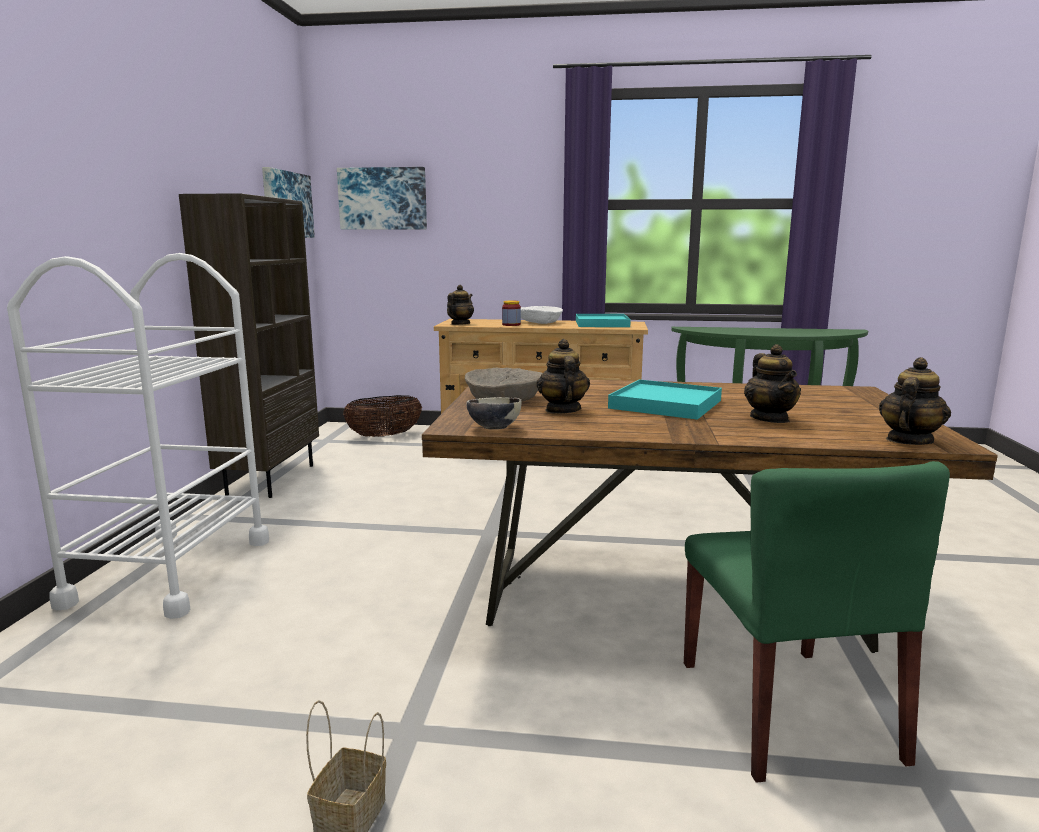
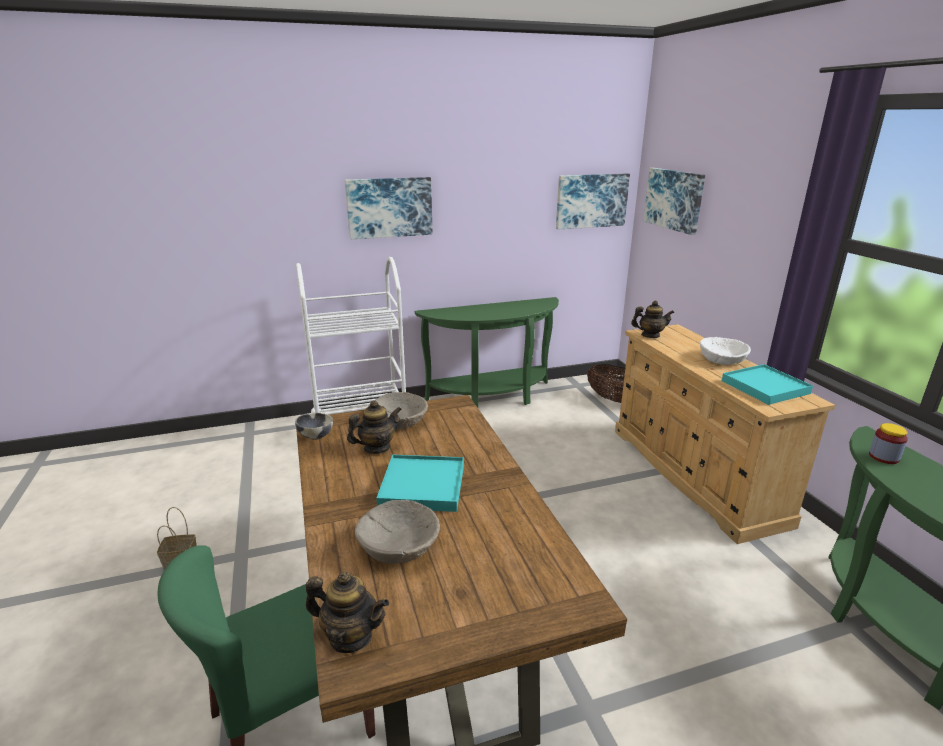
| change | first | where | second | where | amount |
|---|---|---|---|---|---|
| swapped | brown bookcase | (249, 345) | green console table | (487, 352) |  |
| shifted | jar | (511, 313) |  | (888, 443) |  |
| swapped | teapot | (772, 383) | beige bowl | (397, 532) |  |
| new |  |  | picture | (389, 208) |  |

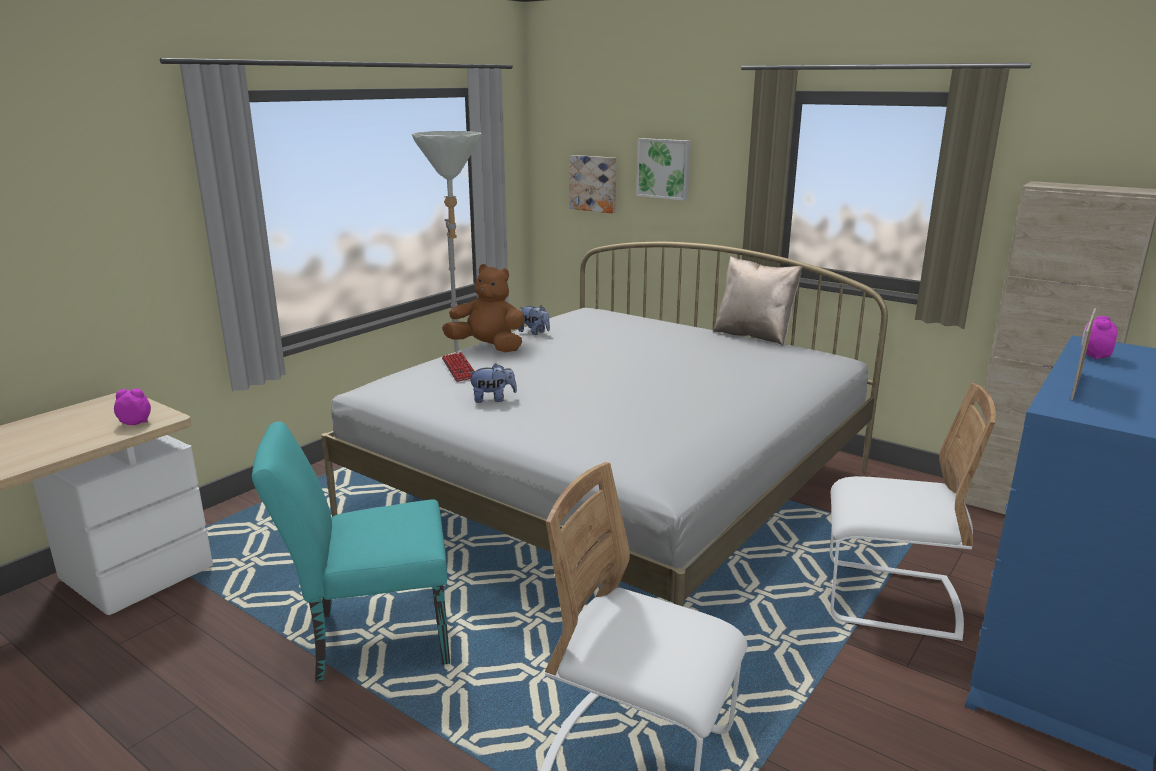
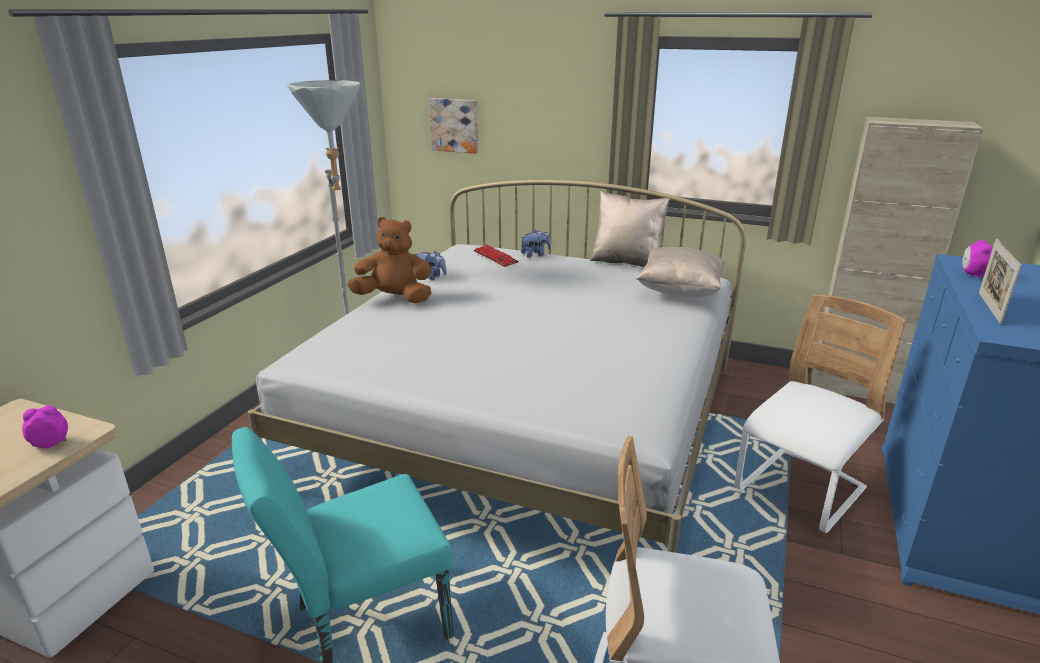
| change | first | where | second | where | amount |
|---|---|---|---|---|---|
| shifted | keyboard | (458, 367) |  | (496, 256) |  |
| shifted | plush toy | (492, 383) |  | (535, 243) |  |
| gone | picture | (663, 169) |  |  |  |
| rotated | white chair | (913, 512) |  | (820, 413) | 45 degrees counterclockwise |
| new |  |  | beige pillow | (680, 272) |  |

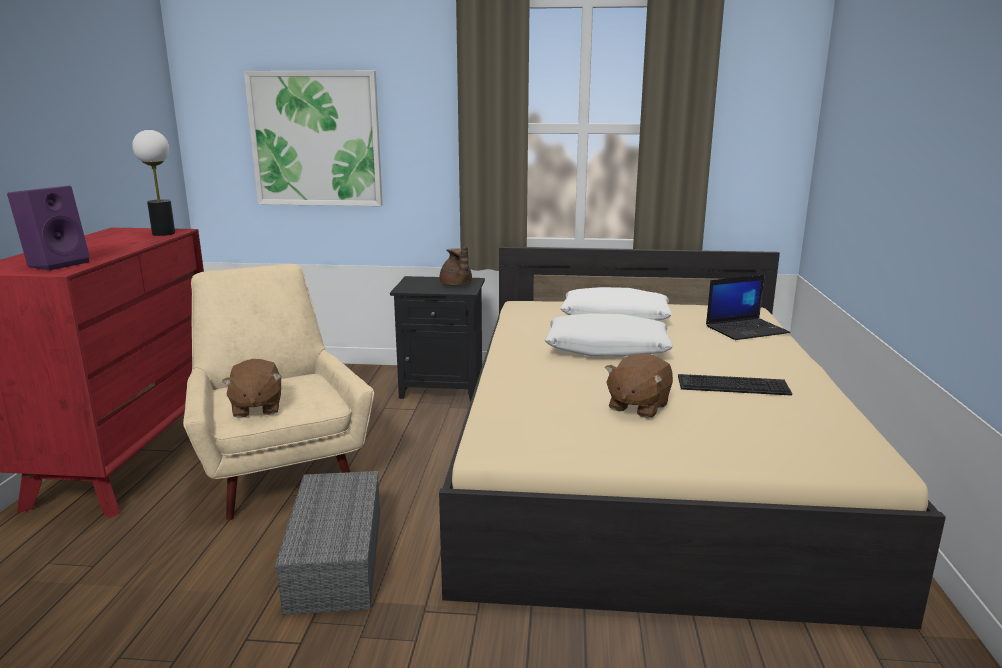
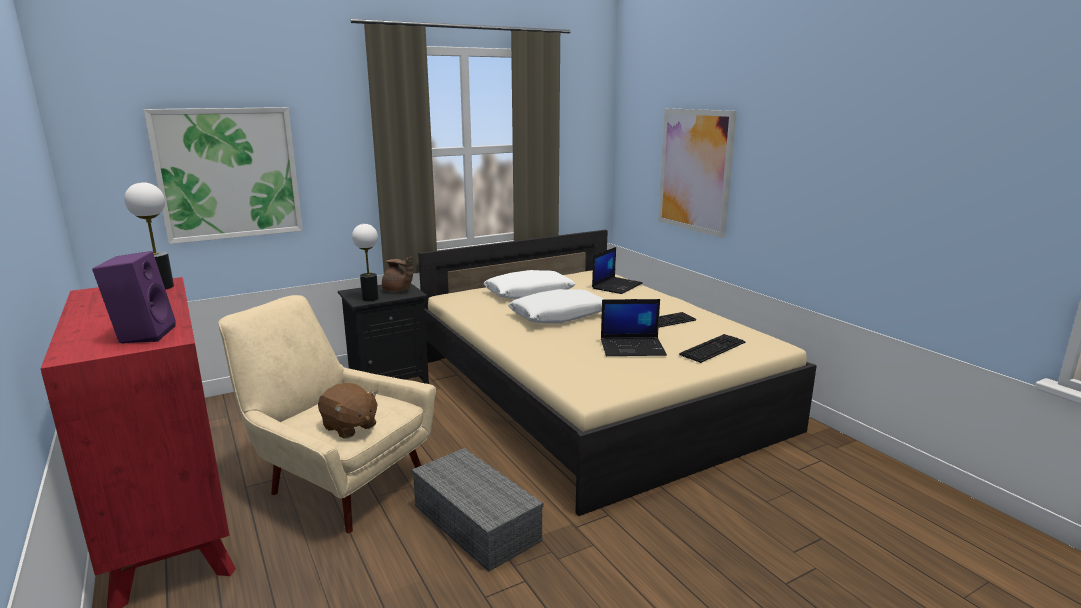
| change | first | where | second | where | amount |
|---|---|---|---|---|---|
| swapped | brown plush toy | (639, 385) | laptop | (634, 327) |  |
| new |  |  | table lamp | (365, 262) |  |
| new |  |  | picture | (697, 173) |  |
| new |  |  | keyboard | (712, 348) |  |

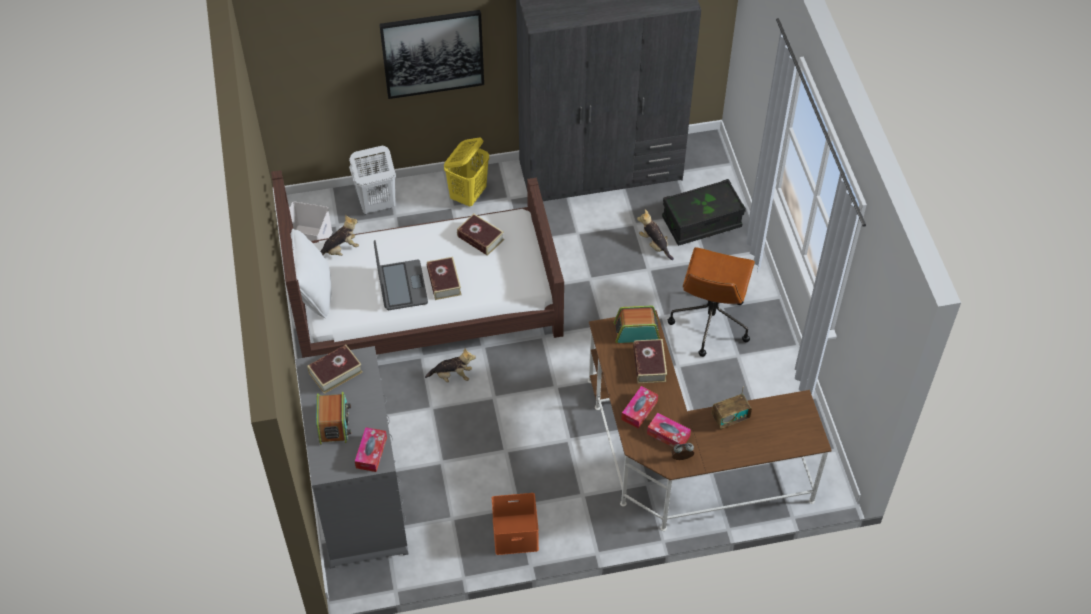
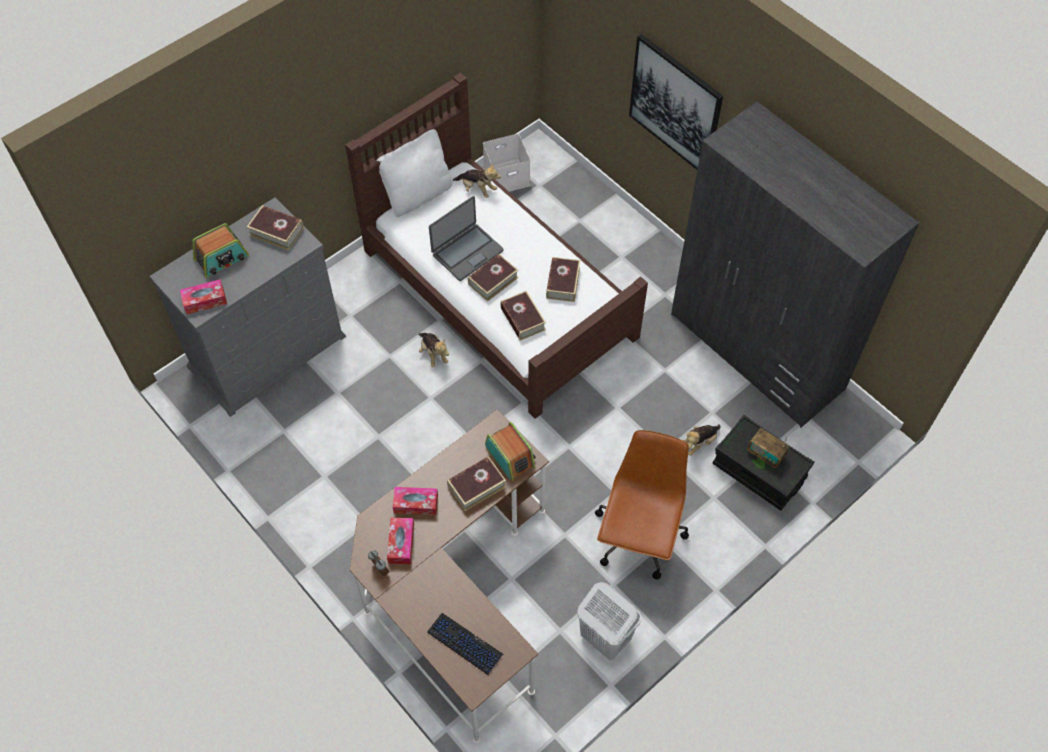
| change | first | where | second | where | amount |
|---|---|---|---|---|---|
| shifted | white laundry basket | (372, 180) |  | (609, 621) |  |
| gone | yellow laundry basket | (466, 172) |  |  |  |
| gone | orange storage box | (515, 524) |  |  |  |
| rotated | plush toy | (655, 234) |  | (702, 440) | 150 degrees counterclockwise |
| rotated | brown office chair | (711, 302) |  | (642, 504) | 120 degrees clockwise |
| shifted | radio | (732, 408) |  | (768, 448) |  |
| new |  |  | keyboard | (465, 644) |  |
| new |  |  | book | (523, 316) |  |

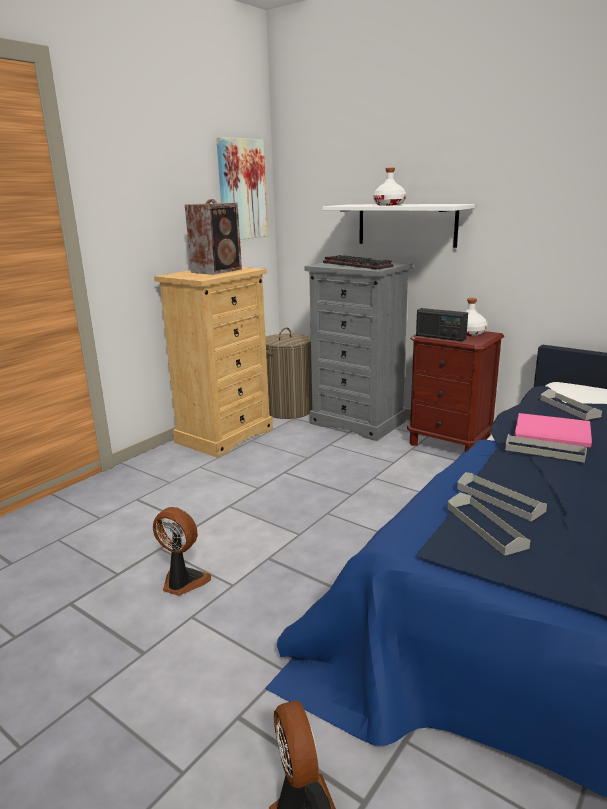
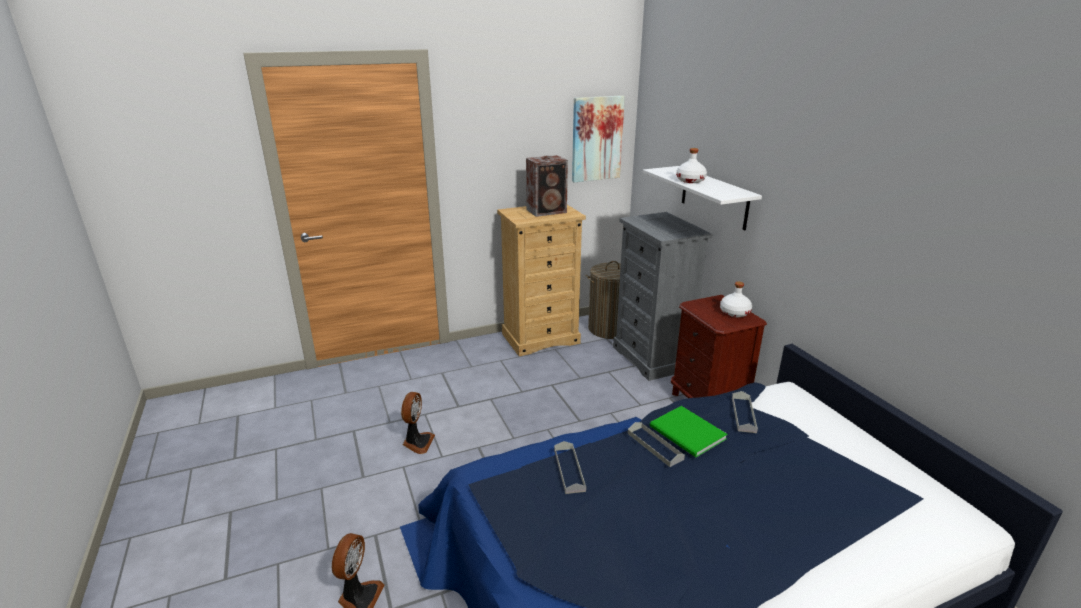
| change | first | where | second | where | amount |
|---|---|---|---|---|---|
| rotated | fan | (182, 551) |  | (418, 423) | 45 degrees clockwise |
| gone | keyboard | (358, 262) |  |  |  |
| gone | radio | (442, 324) |  |  |  |
| gone | grey tray | (488, 524) |  |  |  |
| repainted | pink book | (553, 430) | green book | (689, 431) |  |

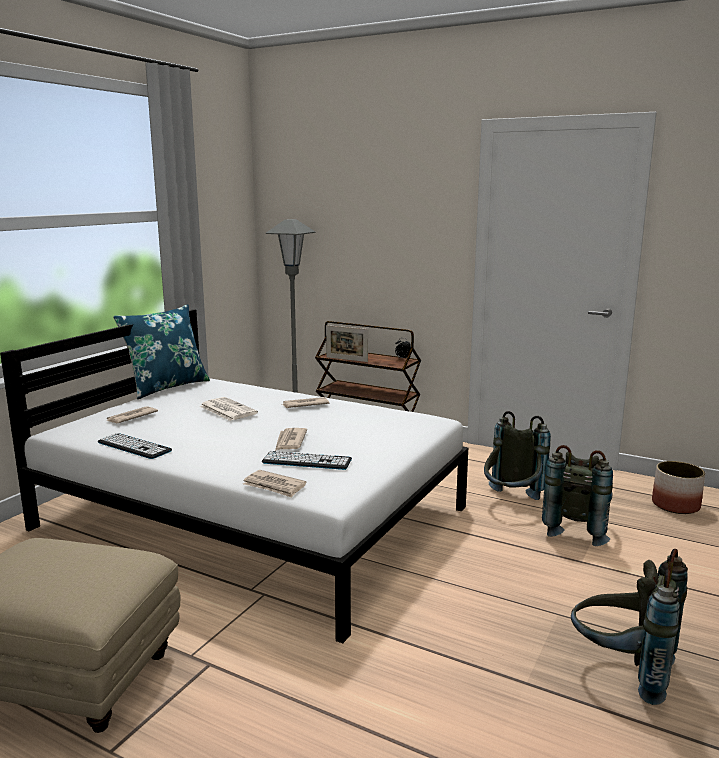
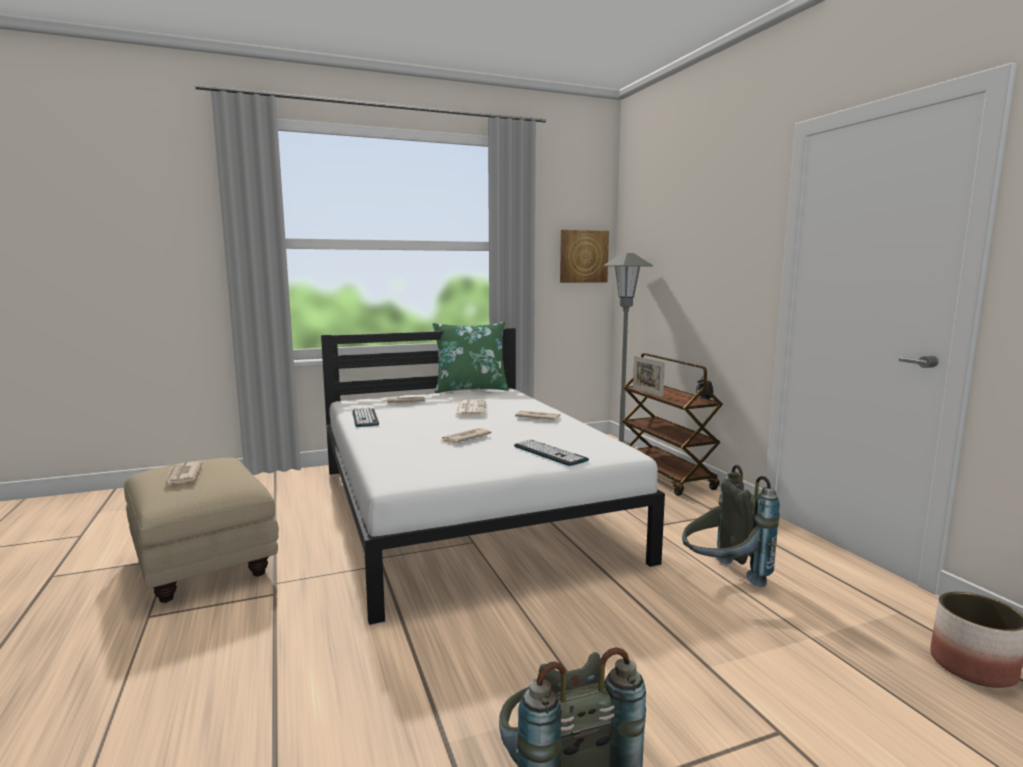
| change | first | where | second | where | amount |
|---|---|---|---|---|---|
| repainted | blue pillow | (161, 351) | green pillow | (471, 357) |  |
| shifted | newspaper | (275, 484) |  | (184, 473) |  |
| shifted | keyboard | (307, 460) |  | (551, 452) |  |
| gone | grey backpack | (577, 495) |  |  |  |
| new |  |  | picture | (584, 256) |  |

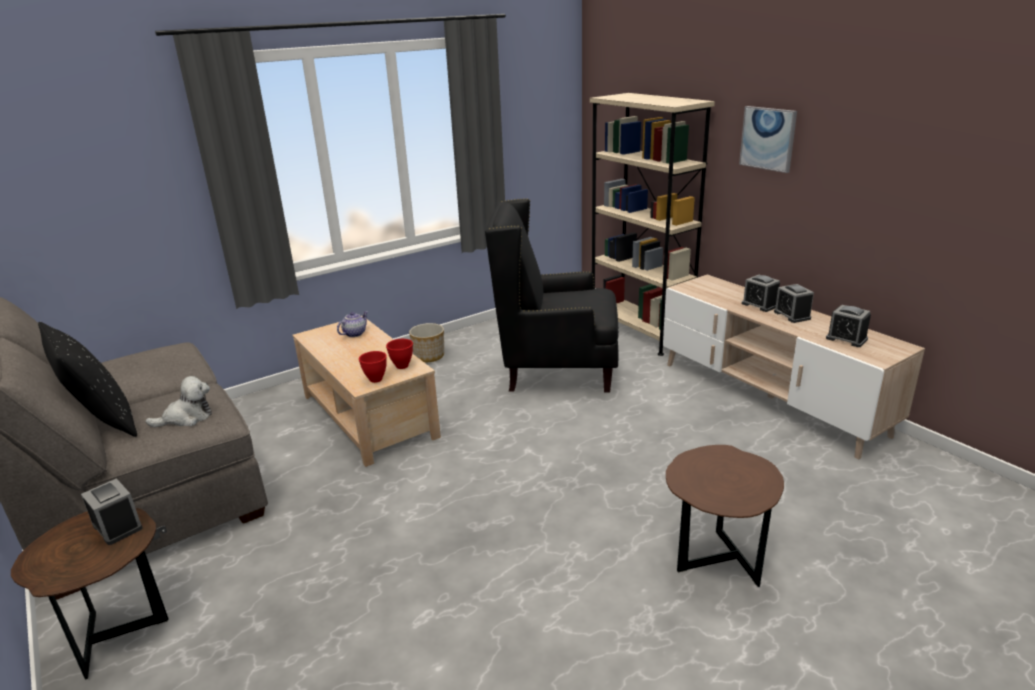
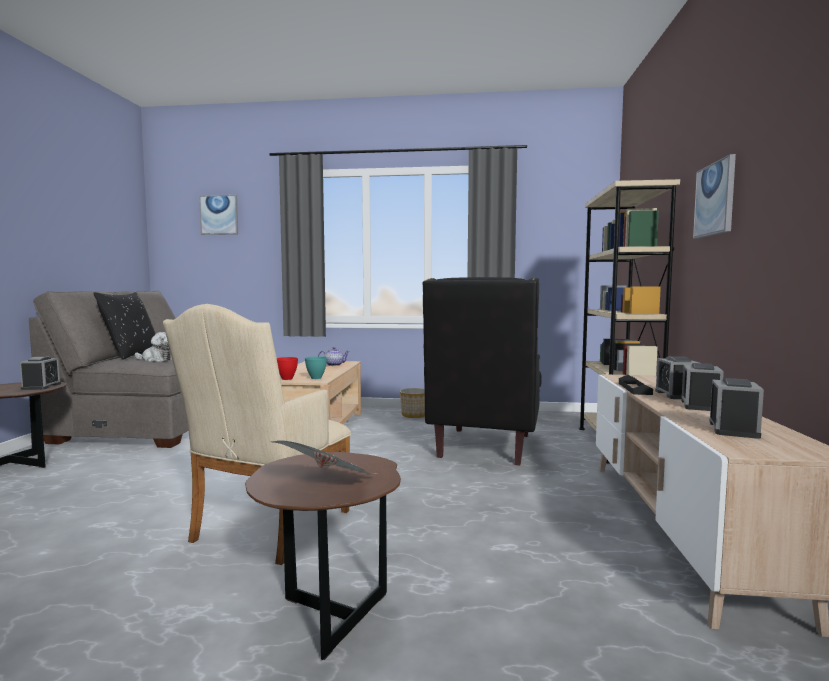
| change | first | where | second | where | amount |
|---|---|---|---|---|---|
| repainted | red bowl | (399, 354) | turquoise bowl | (316, 367) |  |
| rotated | black armchair | (552, 296) |  | (482, 371) | 120 degrees counterclockwise |
| rotated | alarm clock | (848, 326) |  | (736, 408) | 150 degrees counterclockwise |
| new |  |  | beige armchair | (257, 434) |  |
| new |  |  | picture | (218, 215) |  |
| new |  |  | newspaper | (323, 457) |  |
| new |  |  | black tray | (636, 385) |  |

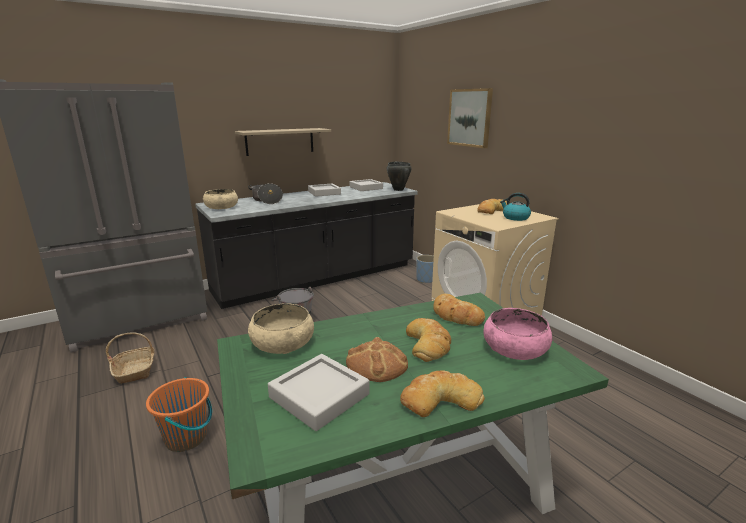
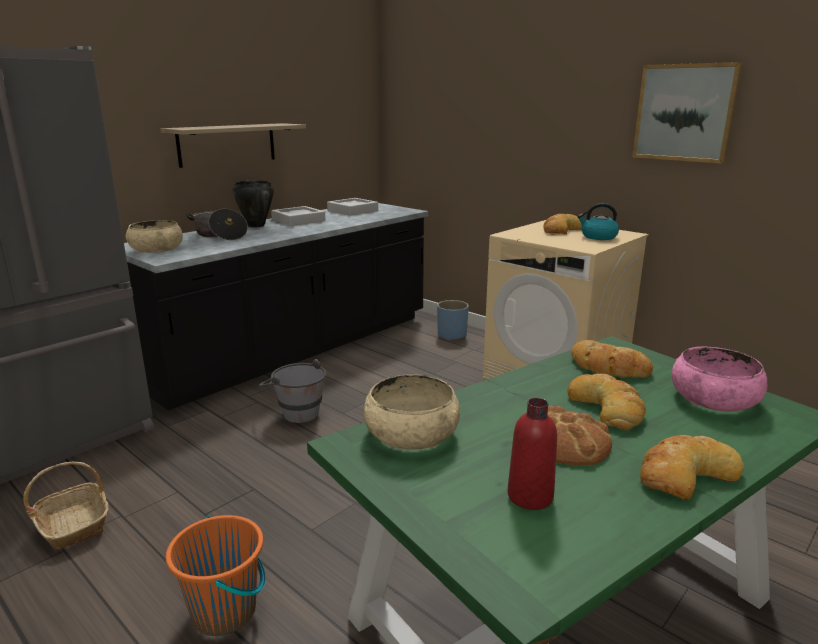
| change | first | where | second | where | amount |
|---|---|---|---|---|---|
| swapped | grey tray | (319, 392) | red bottle | (532, 454) |  |
| shifted | black cooking pot | (399, 176) |  | (253, 203) |  |
| shifted | picture | (470, 118) |  | (687, 113) |  |

